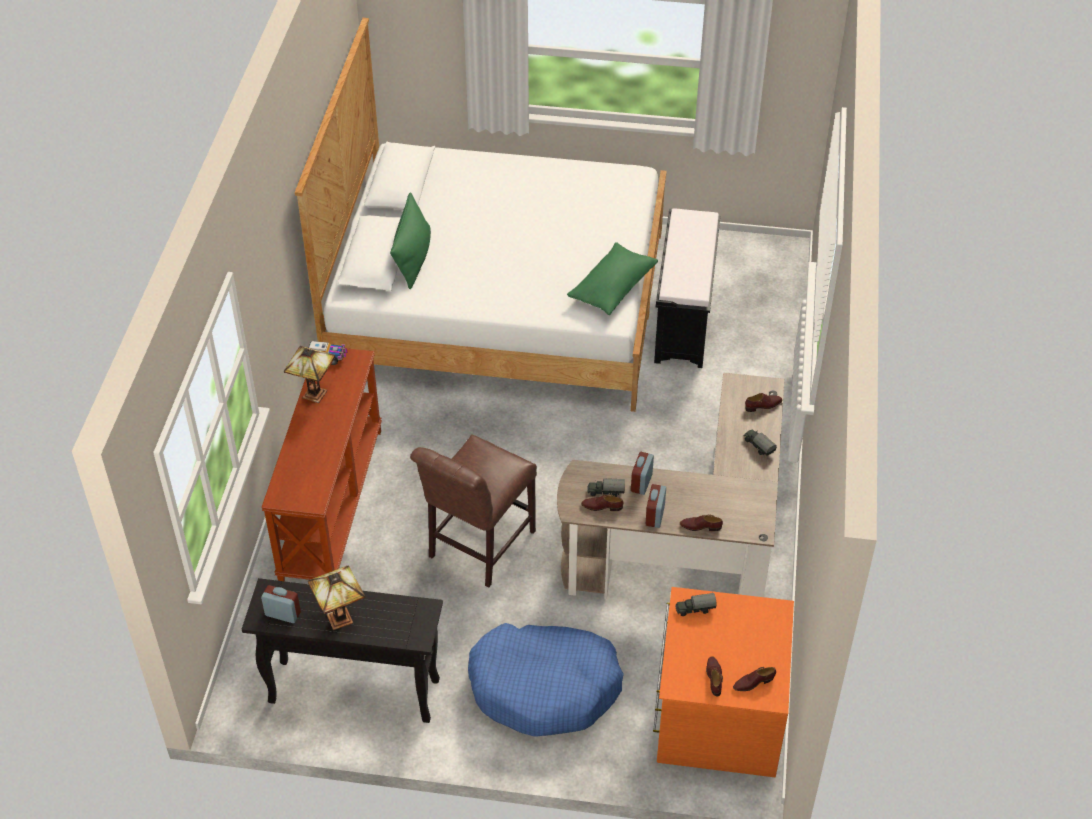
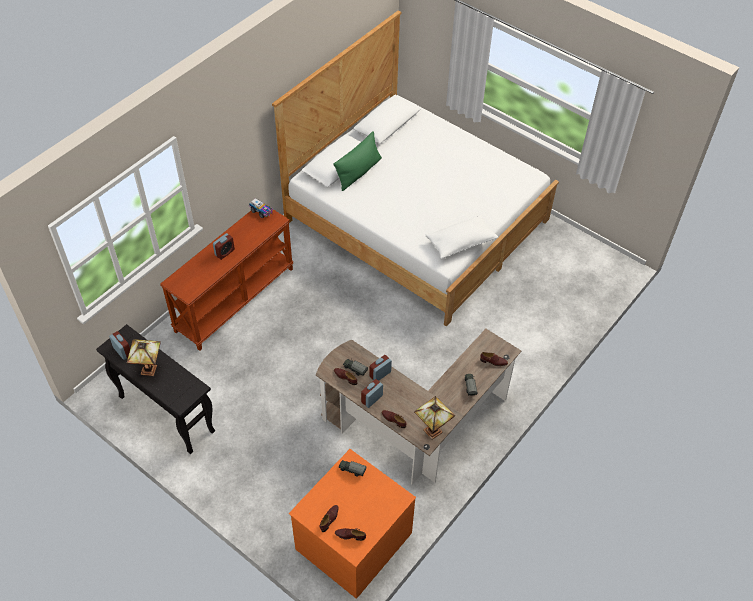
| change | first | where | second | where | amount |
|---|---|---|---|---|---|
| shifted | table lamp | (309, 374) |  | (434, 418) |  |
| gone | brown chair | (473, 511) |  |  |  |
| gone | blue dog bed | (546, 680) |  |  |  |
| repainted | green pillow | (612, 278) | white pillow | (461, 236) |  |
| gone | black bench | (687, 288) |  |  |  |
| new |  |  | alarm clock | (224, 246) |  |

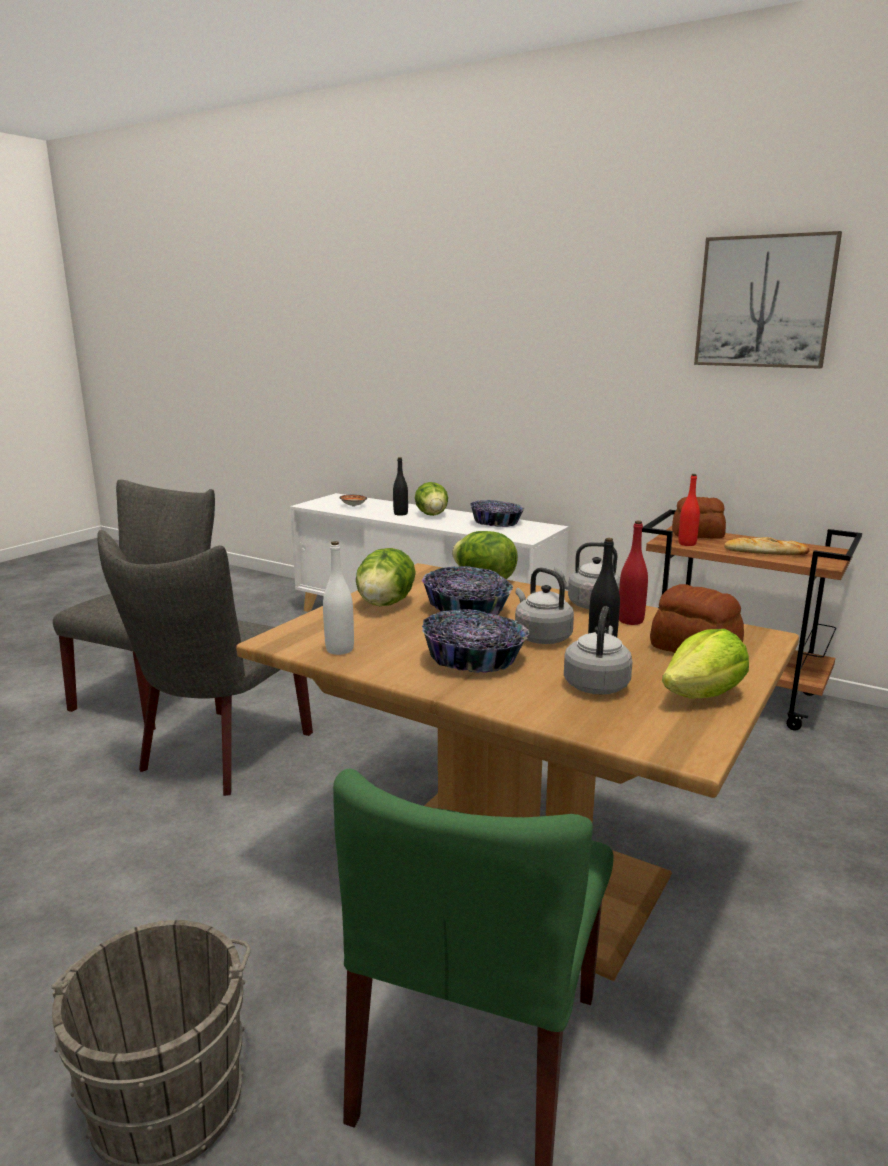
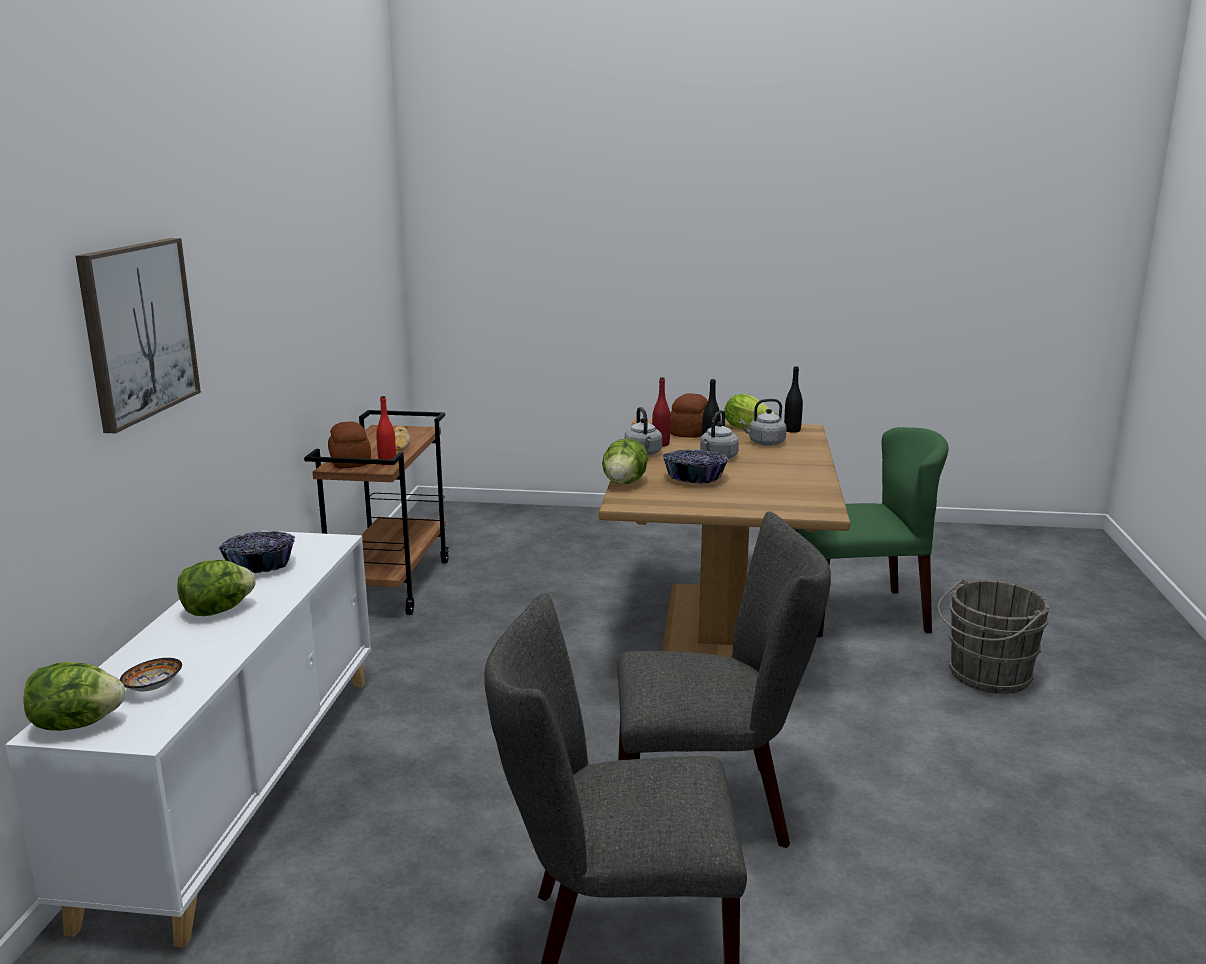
| change | first | where | second | where | amount |
|---|---|---|---|---|---|
| gone | white bottle | (338, 598) |  |  |  |
| shifted | lettuce | (386, 577) |  | (74, 696) |  |
| shifted | black bottle | (400, 486) |  | (793, 399) |  |
| gone | bowl | (475, 641) |  |  |  |
| shifted | picture | (768, 300) |  | (138, 335) |  |

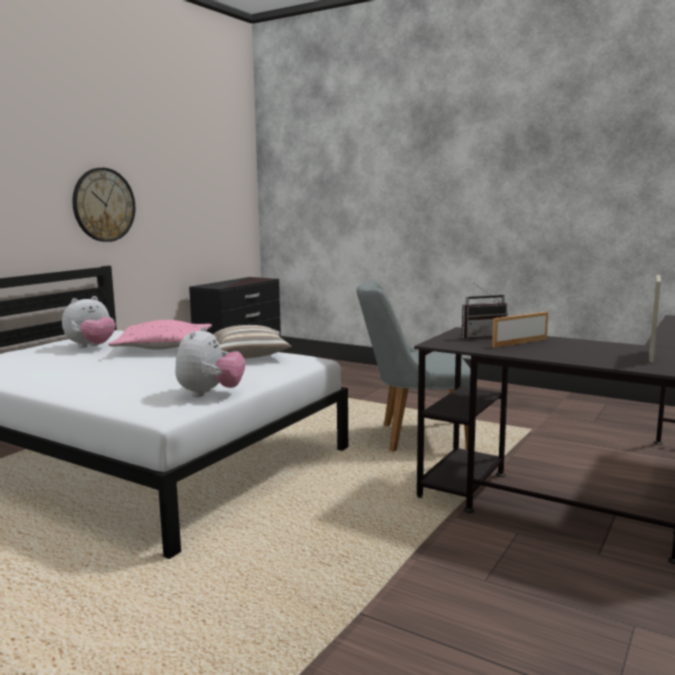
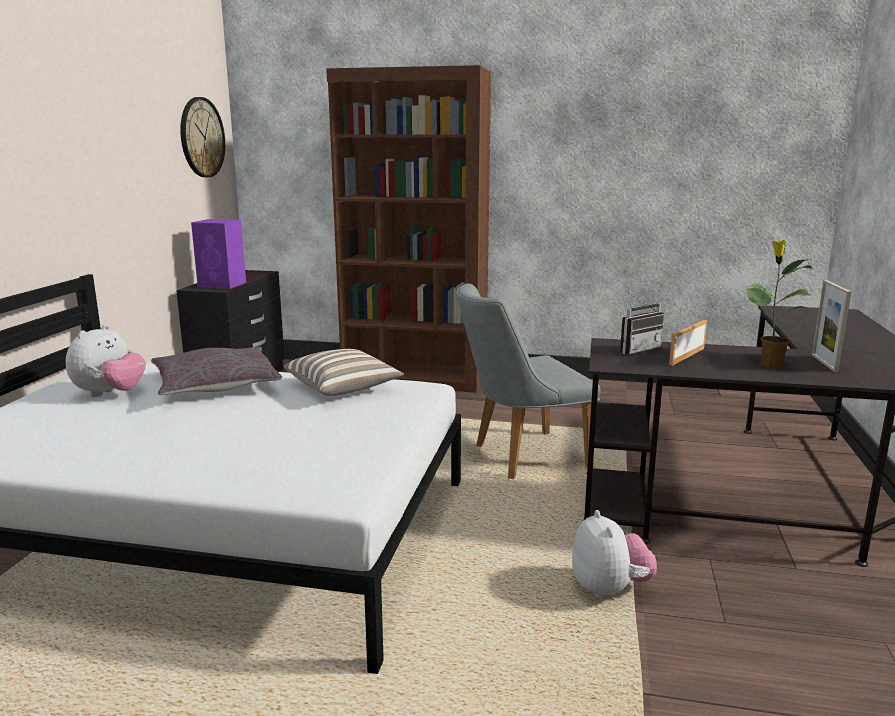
| change | first | where | second | where | amount |
|---|---|---|---|---|---|
| shifted | wall clock | (103, 205) |  | (202, 137) |  |
| repainted | pink pillow | (160, 335) | grey pillow | (216, 371) |  |
| shifted | plush toy | (210, 361) |  | (614, 554) |  |
| new |  |  | purple speaker | (218, 254) |  |
| new |  |  | brown bookcase | (408, 229) |  |
| new |  |  | potted plant | (780, 304) |  |

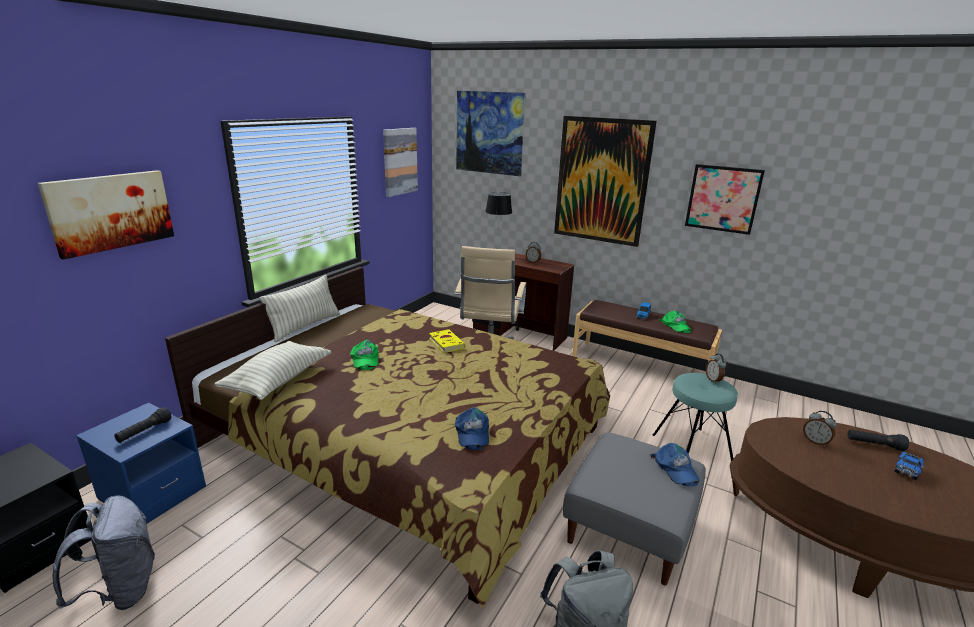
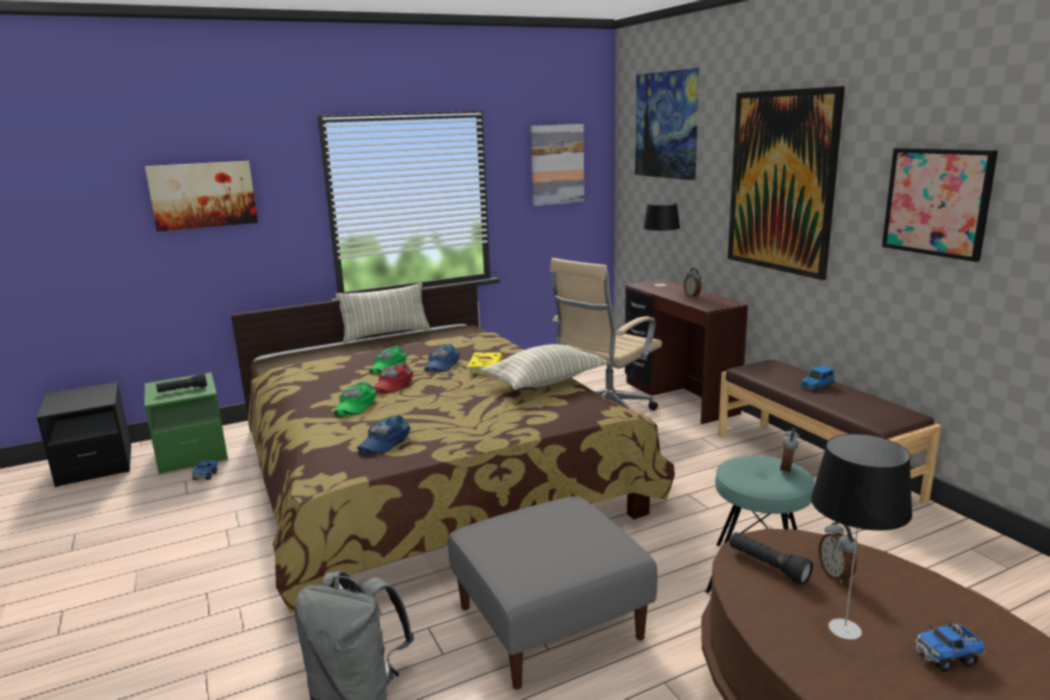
| change | first | where | second | where | amount |
|---|---|---|---|---|---|
| gone | grey backpack | (103, 552) |  |  |  |
| repainted | blue nightstand | (141, 463) | green nightstand | (186, 423) |  |
| shifted | pillow | (273, 370) |  | (544, 367) |  |
| shifted | blue cap | (674, 464) |  | (442, 358) |  |
| shifted | green cap | (675, 322) |  | (355, 399) |  |
| shifted | black flashlight | (878, 440) |  | (771, 558) |  |
| new |  |  | toy truck | (205, 470) |  |
| new |  |  | red cap | (393, 378) |  |
| new |  |  | table lamp | (861, 537) |  |

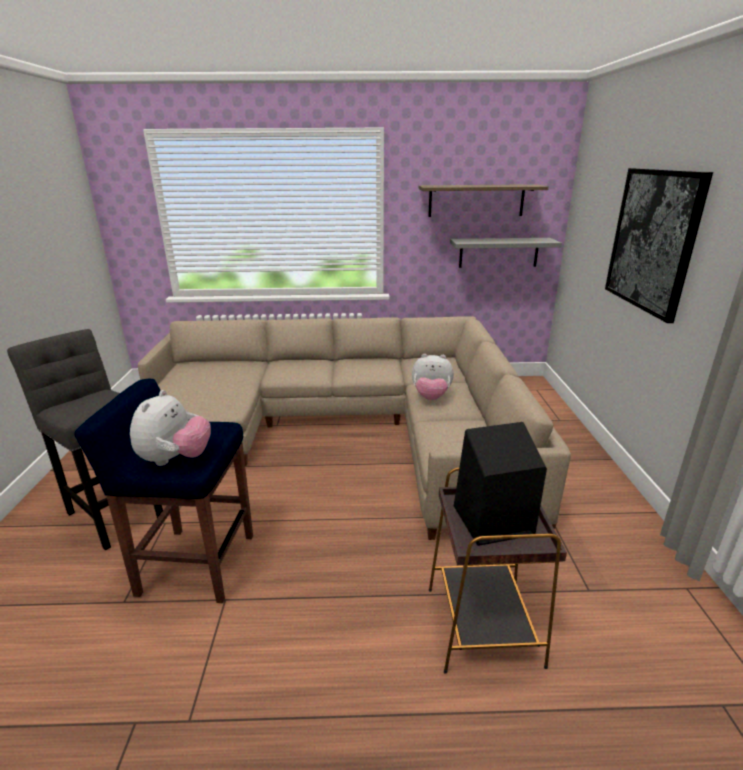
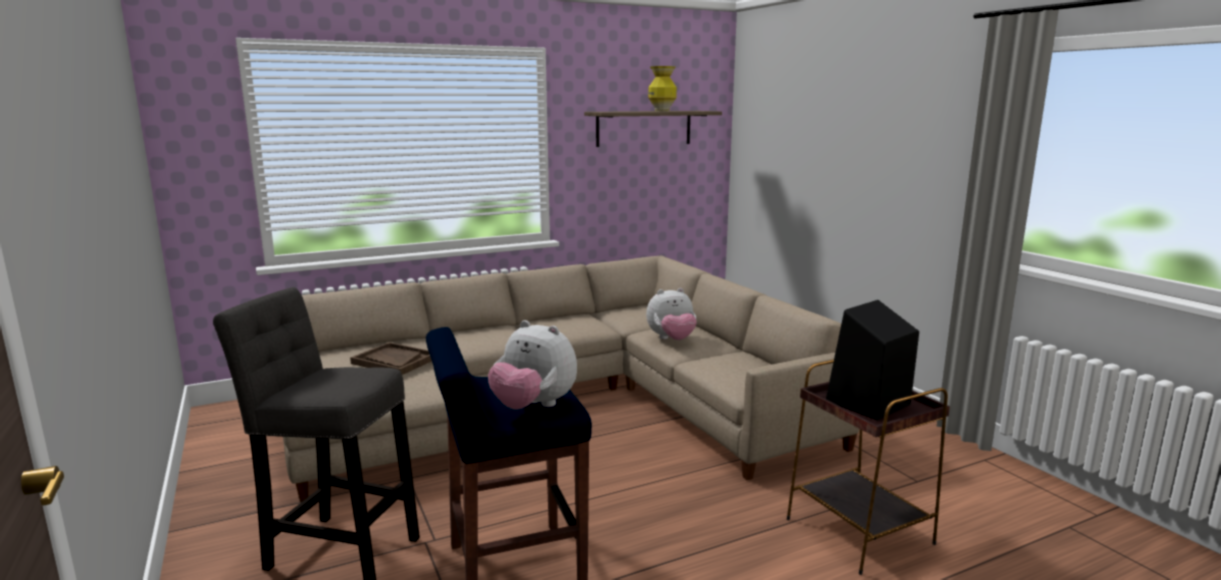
| change | first | where | second | where | amount |
|---|---|---|---|---|---|
| rotated | plush toy | (170, 428) |  | (532, 365) | 135 degrees clockwise |
| gone | grey shelf | (506, 253) |  |  |  |
| gone | picture | (659, 245) |  |  |  |
| new |  |  | brown tray | (391, 358) |  |
| new |  |  | vase | (662, 88) |  |

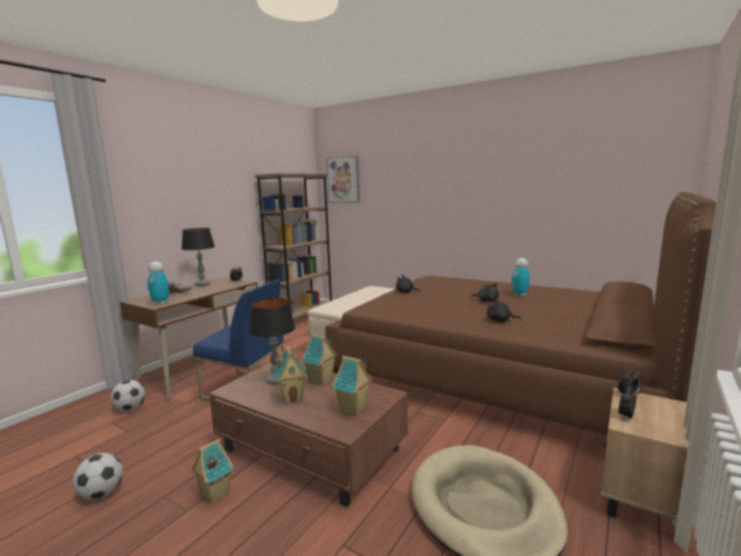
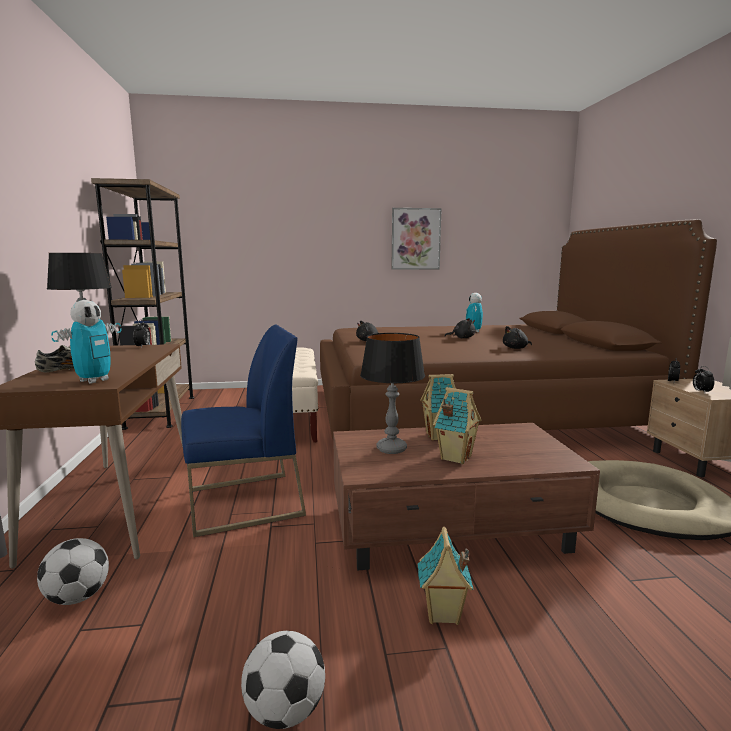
| change | first | where | second | where | amount |
|---|---|---|---|---|---|
| rotated | toy robot | (158, 282) |  | (86, 342) | 105 degrees counterclockwise |
| shifted | picture | (343, 179) |  | (416, 239) |  |
| gone | toy house | (352, 386) |  |  |  |

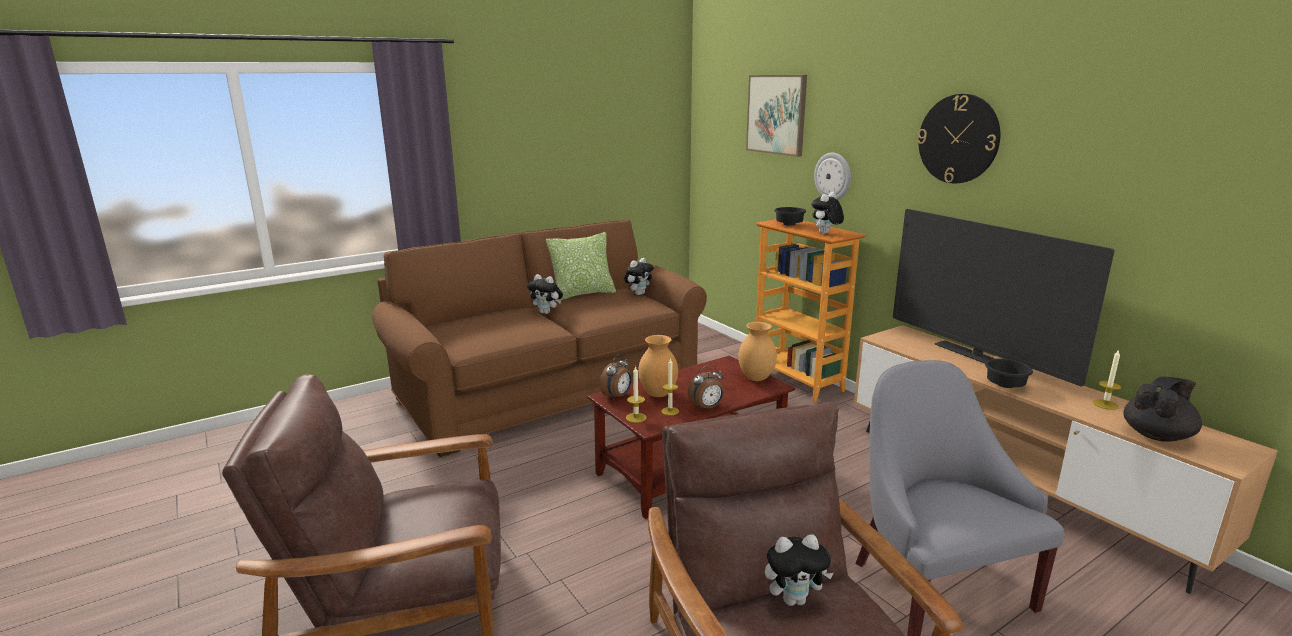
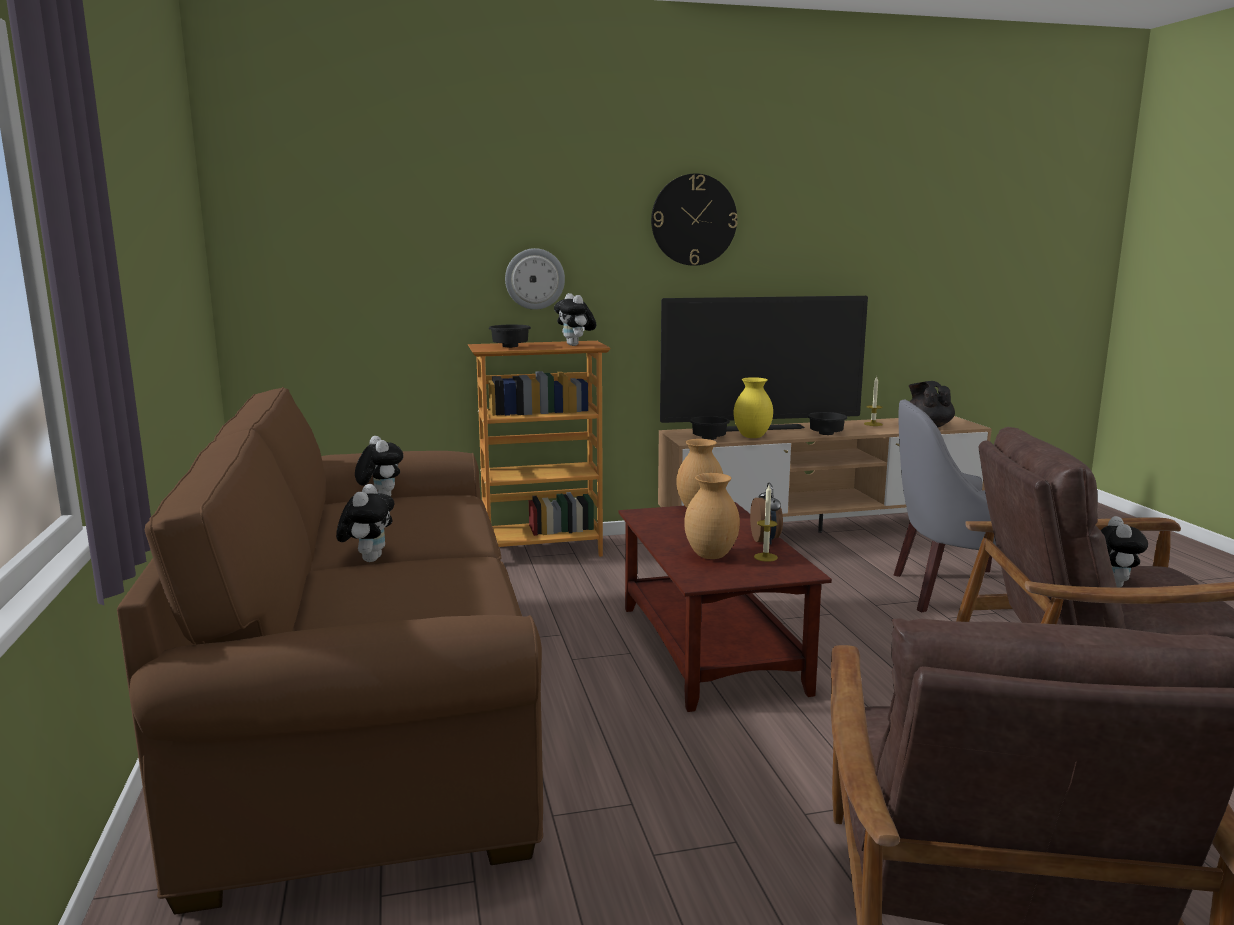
| change | first | where | second | where | amount |
|---|---|---|---|---|---|
| rotated | plush toy | (545, 294) |  | (365, 523) | 45 degrees counterclockwise |
| gone | pillow | (581, 266) |  |  |  |
| gone | alarm clock | (616, 377) |  |  |  |
| gone | candle | (636, 394) |  |  |  |
| gone | picture | (776, 116) |  |  |  |
| new |  |  | black bowl | (710, 428) |  |
| new |  |  | yellow vase | (753, 407) |  |

